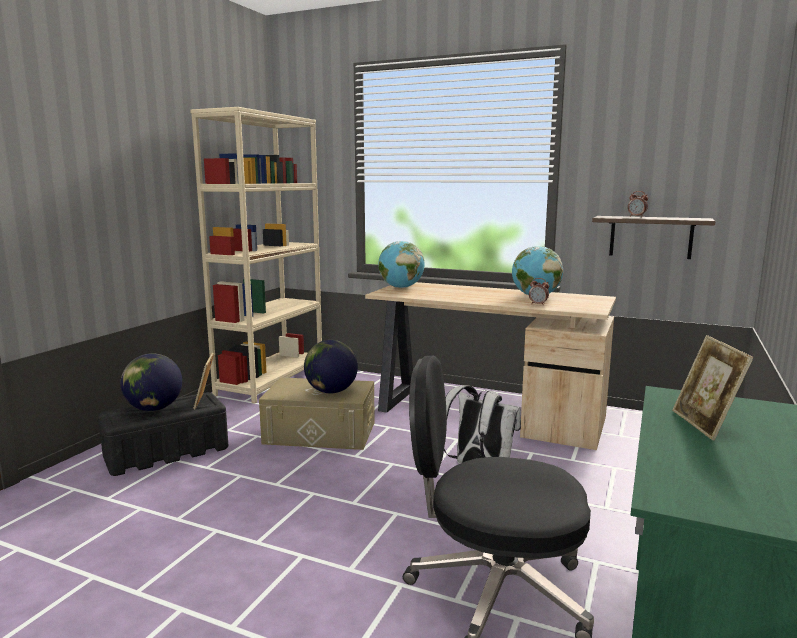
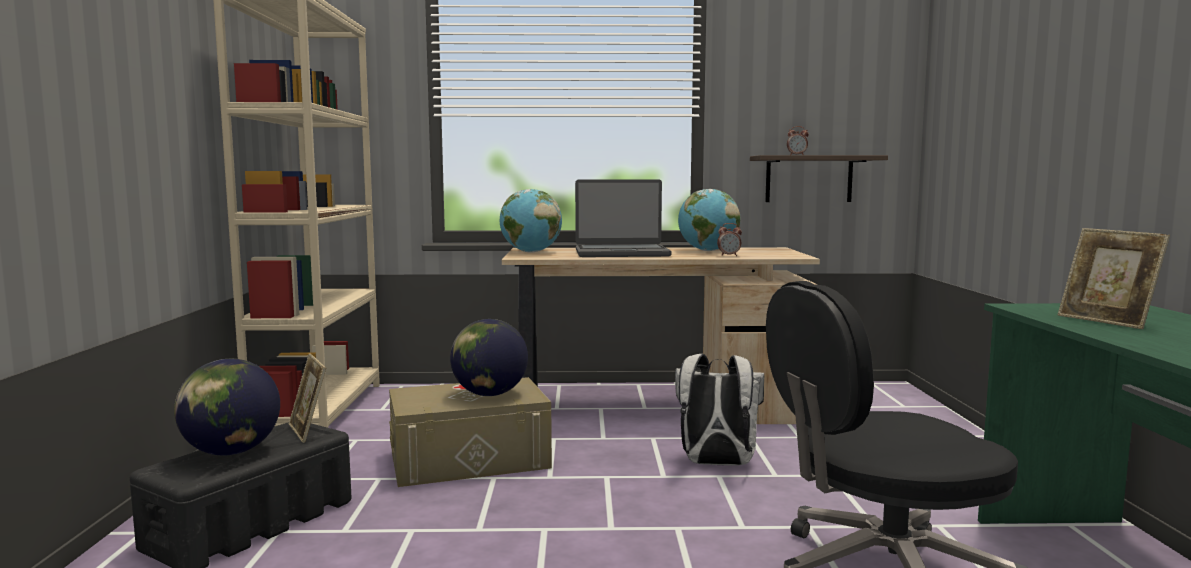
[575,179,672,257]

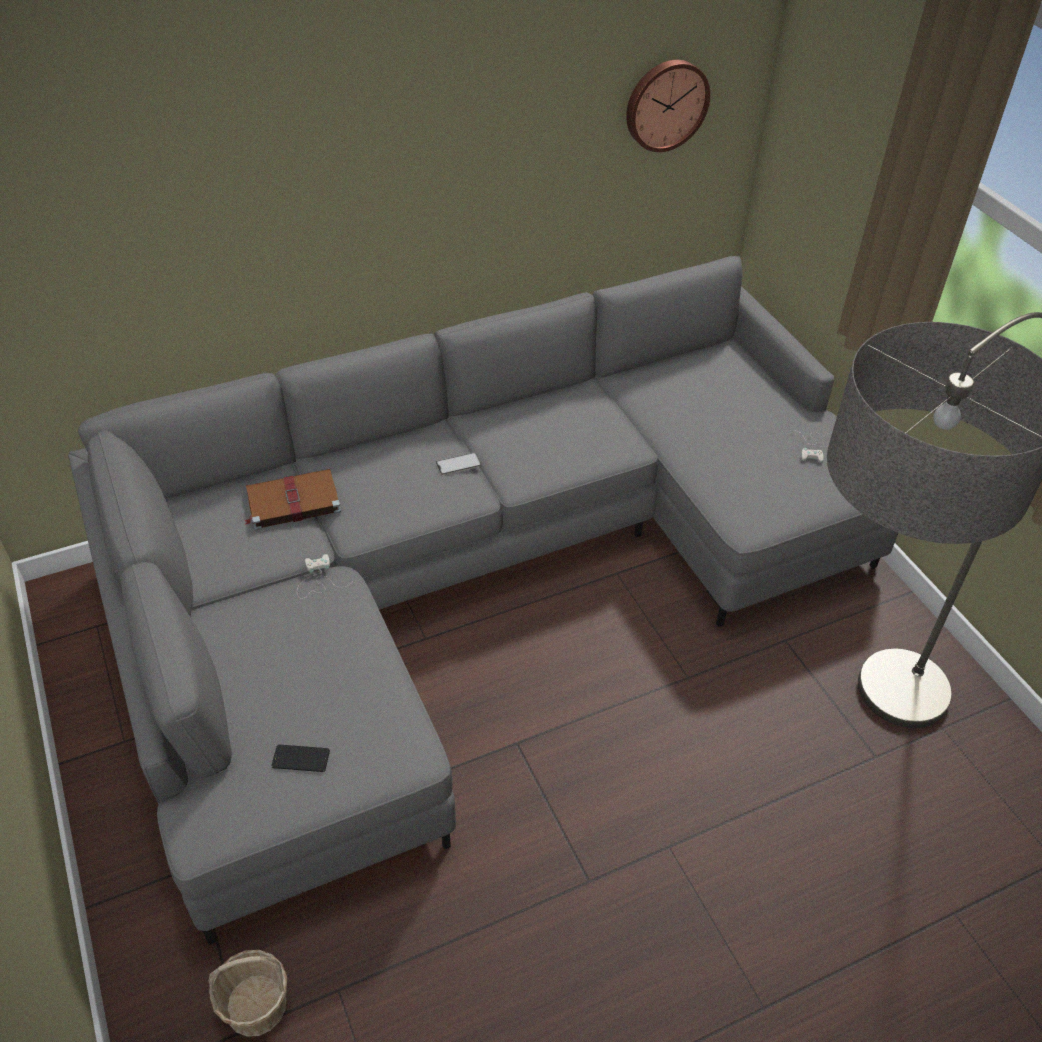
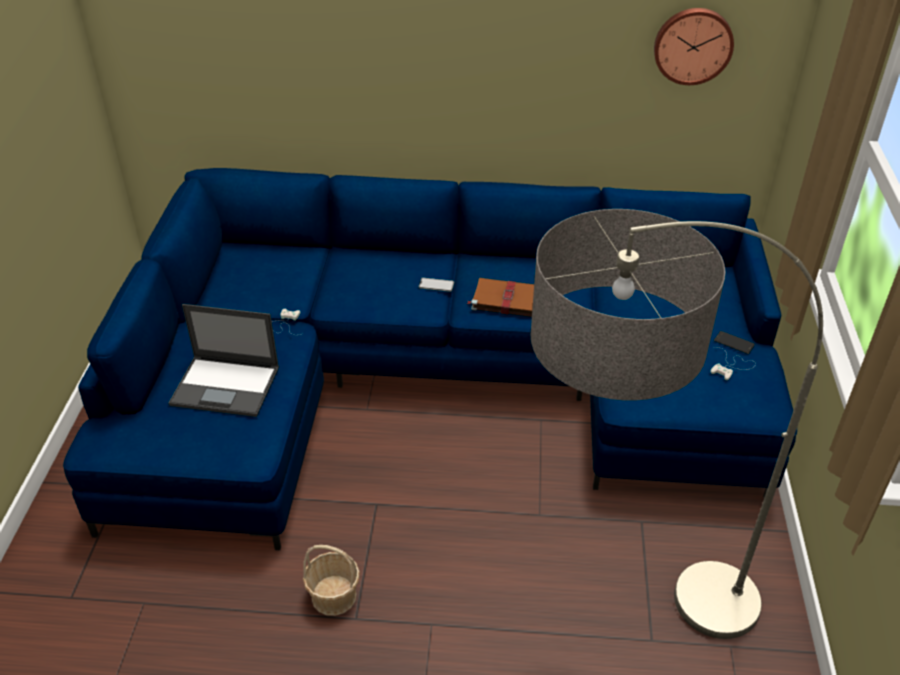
[63,168,797,551]
[168,304,279,417]
[303,545,360,616]
[466,278,534,317]
[714,331,755,354]

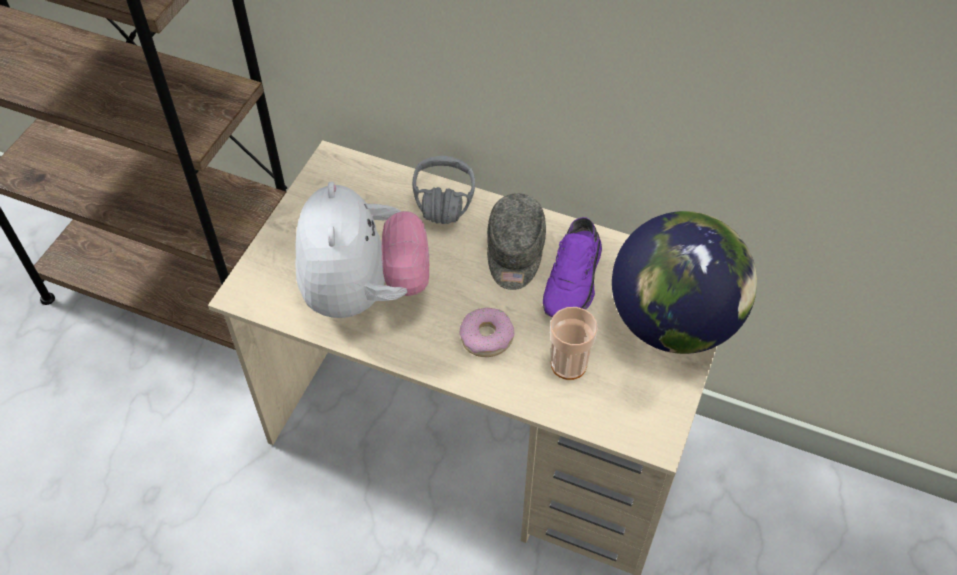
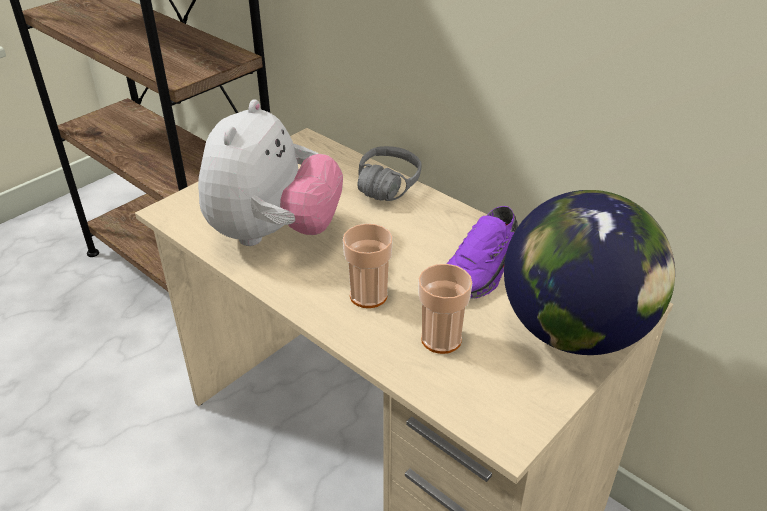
[343,224,393,308]
[487,193,546,290] (first image)

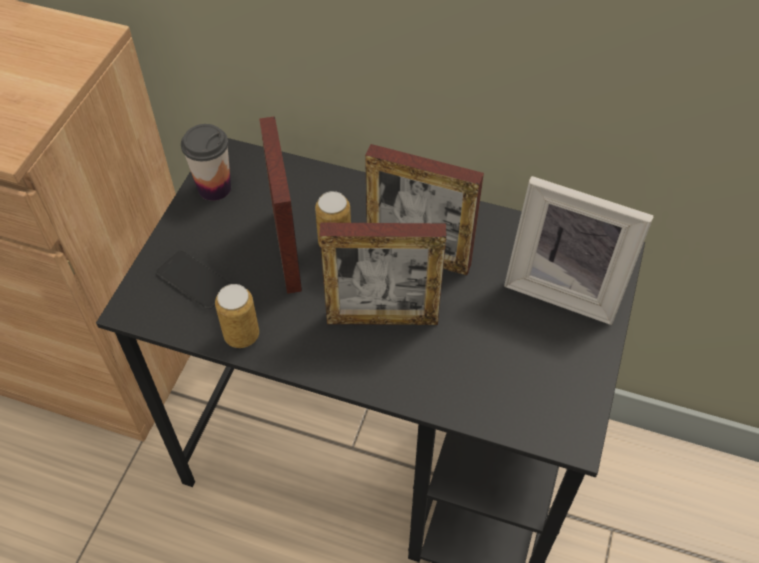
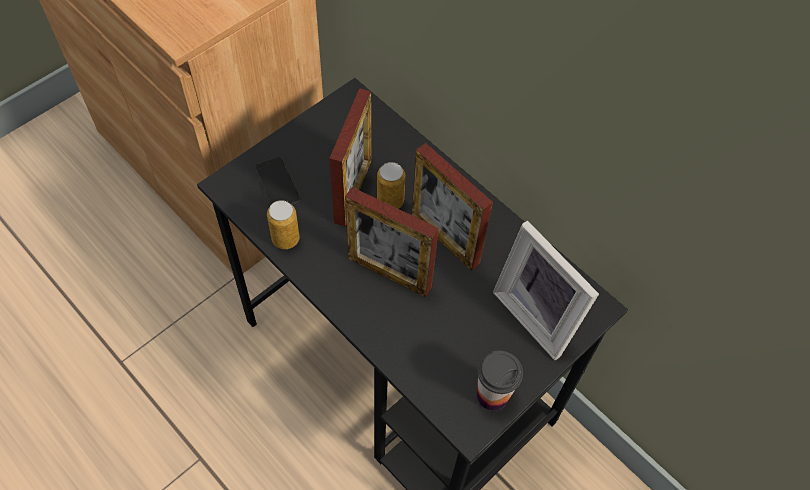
[477,351,523,411]

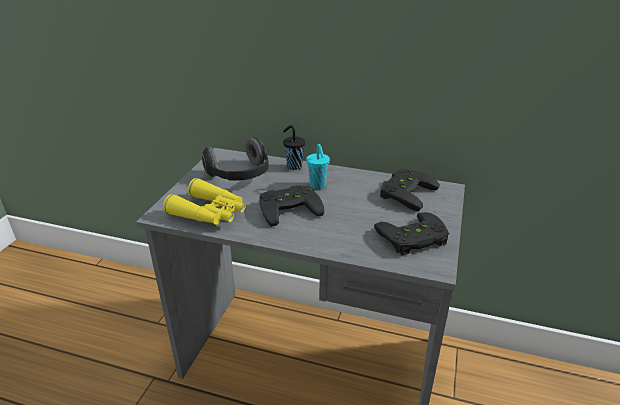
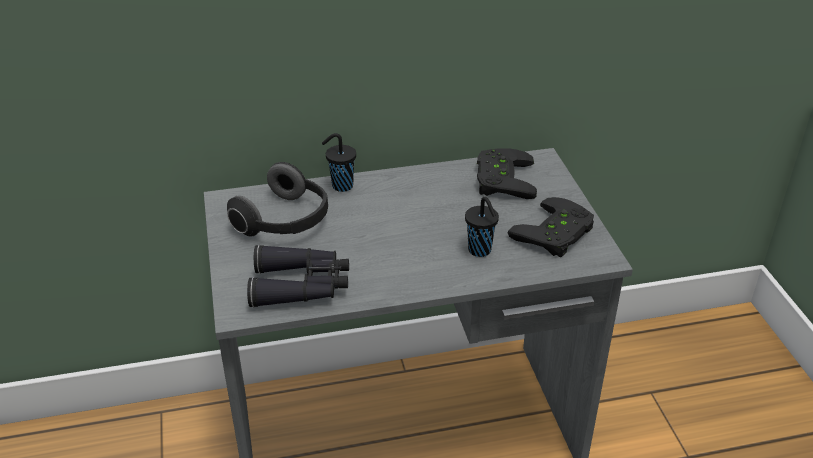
[247,245,349,308]
[465,197,499,257]
[259,185,324,227] (first image)
[306,144,330,189] (first image)

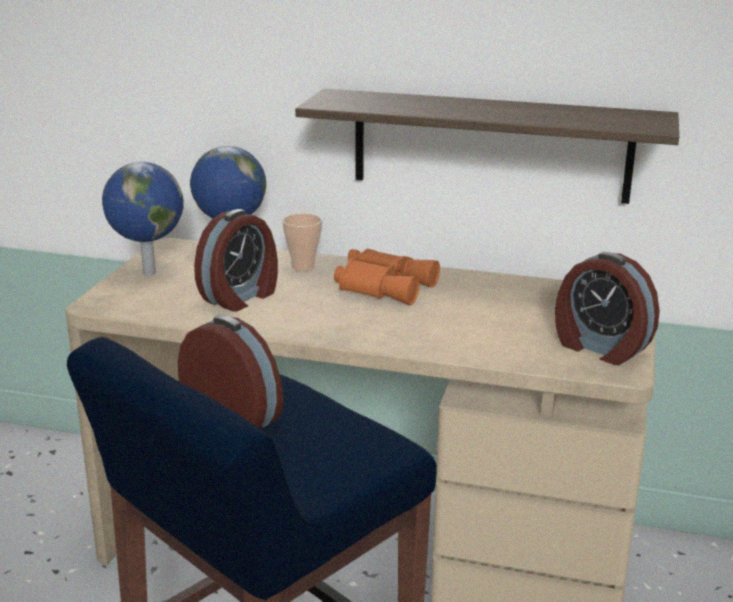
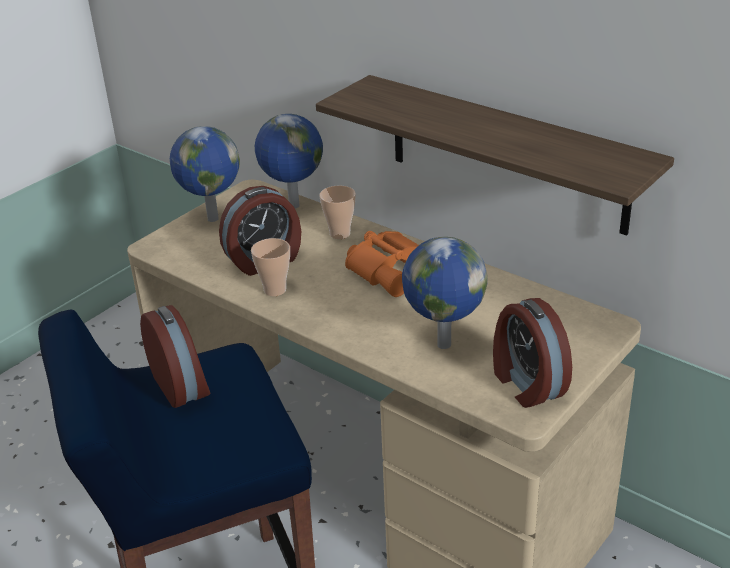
[251,238,290,296]
[402,237,488,349]

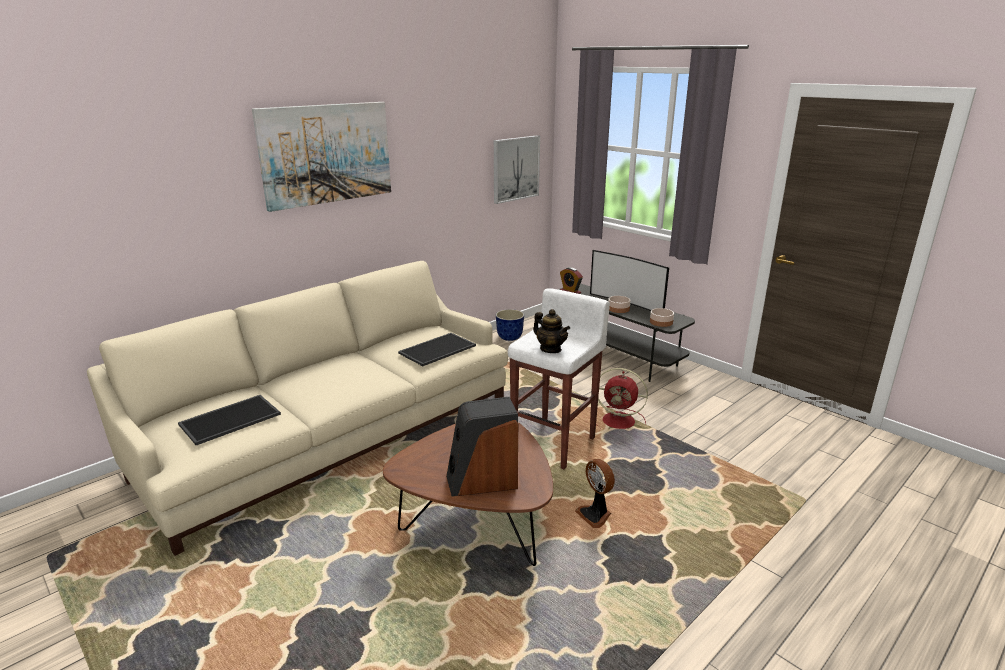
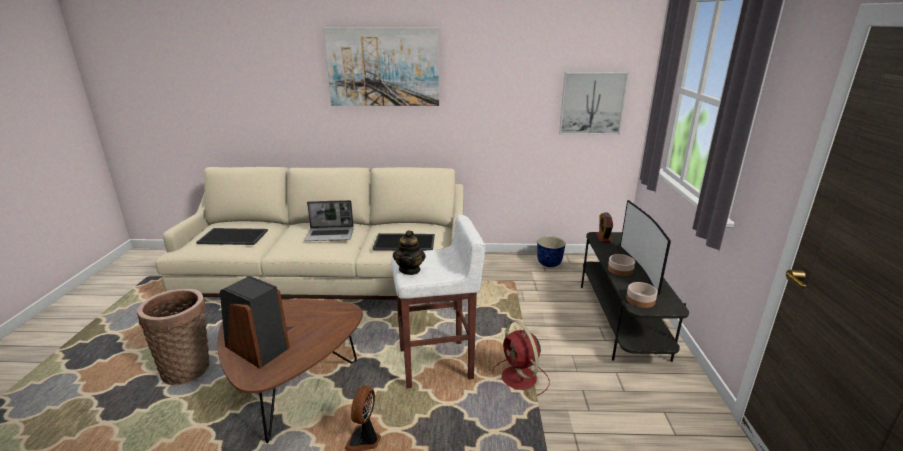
[137,289,210,385]
[305,200,354,241]

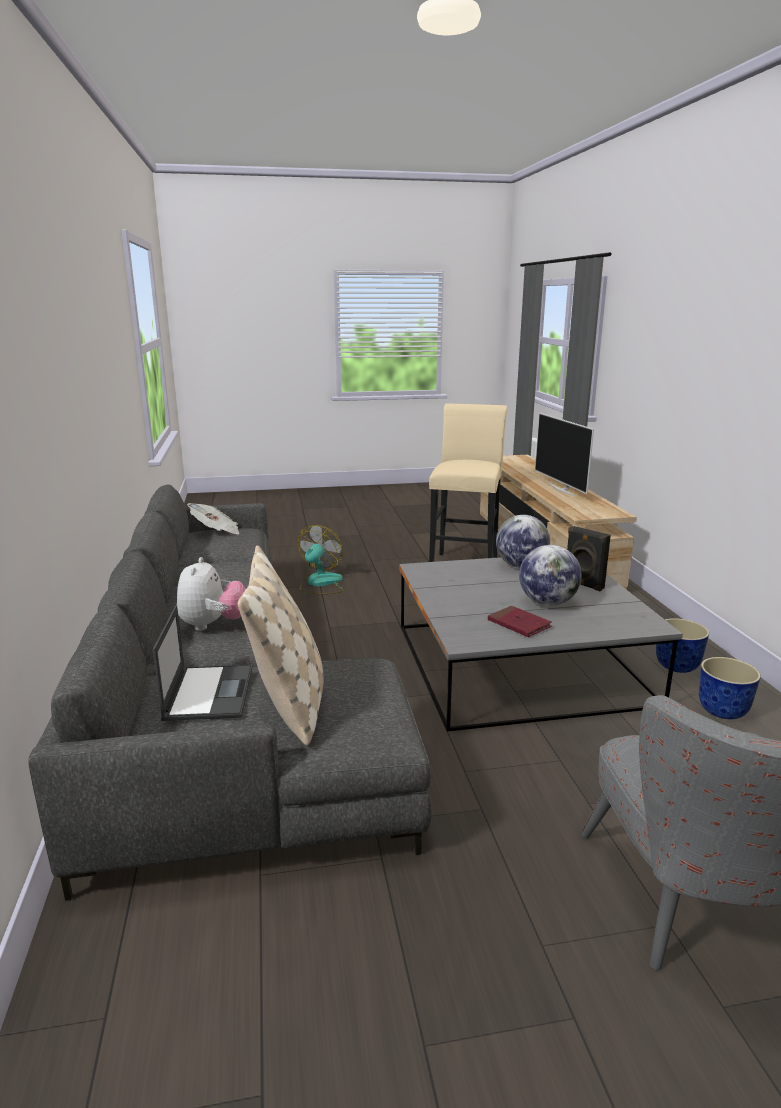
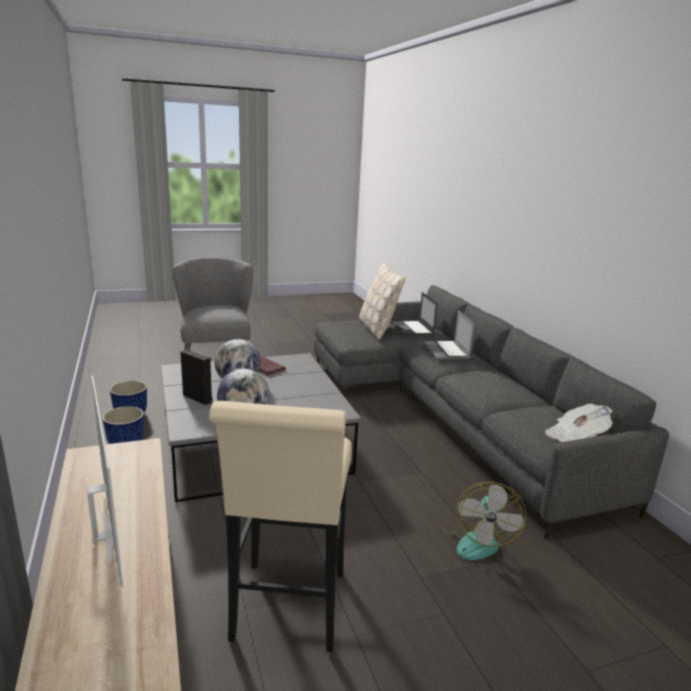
[424,310,475,360]

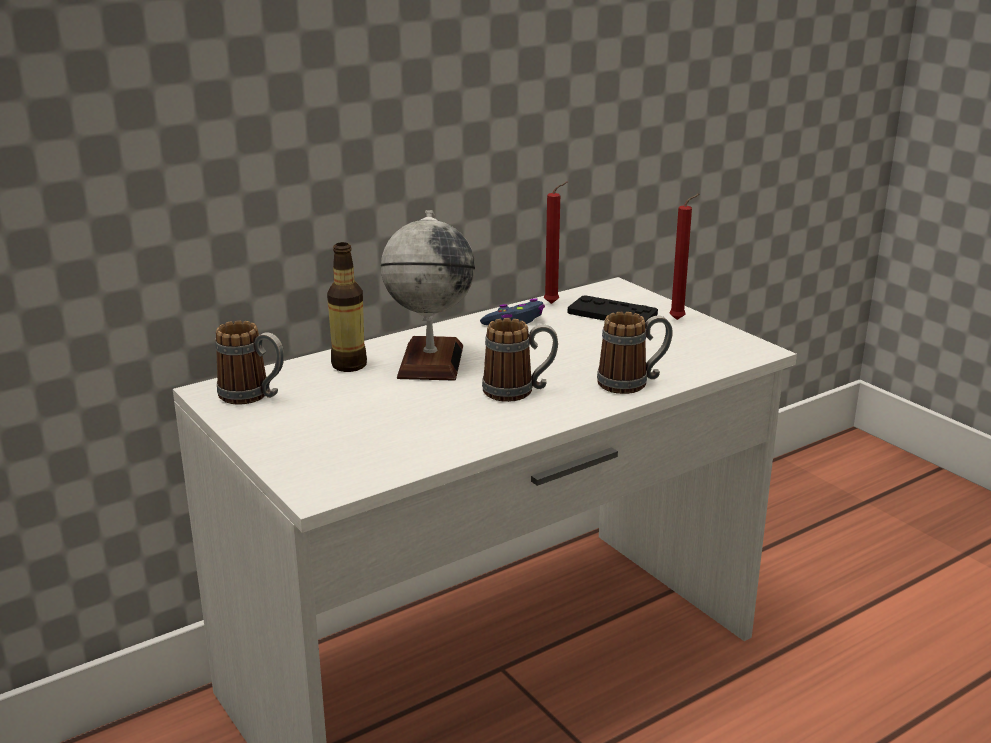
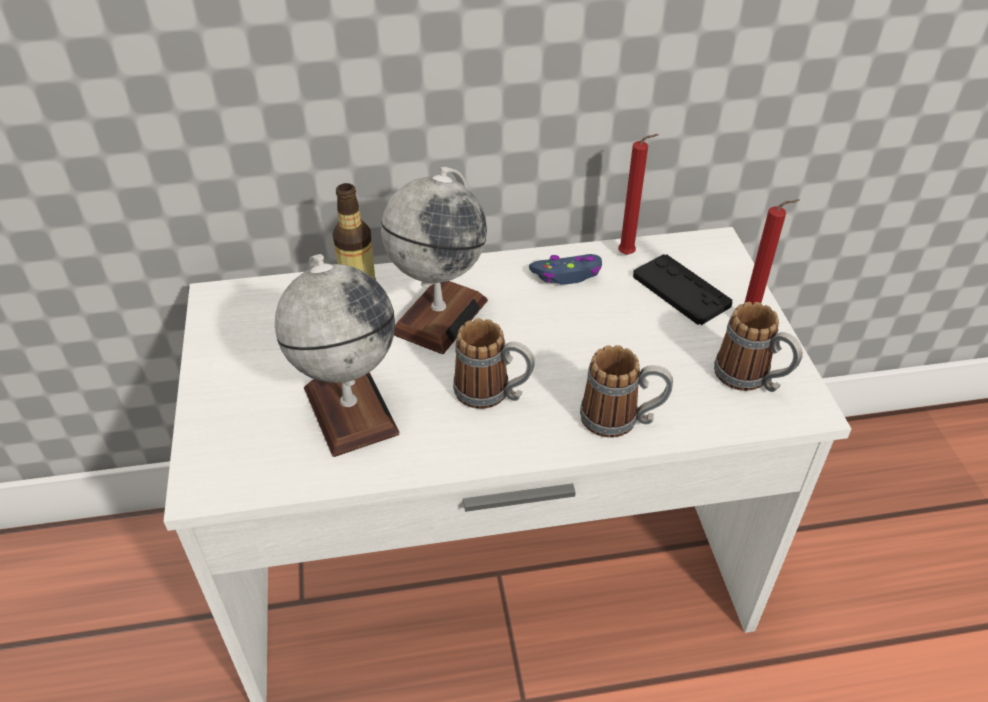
[275,254,400,457]
[714,302,803,392]

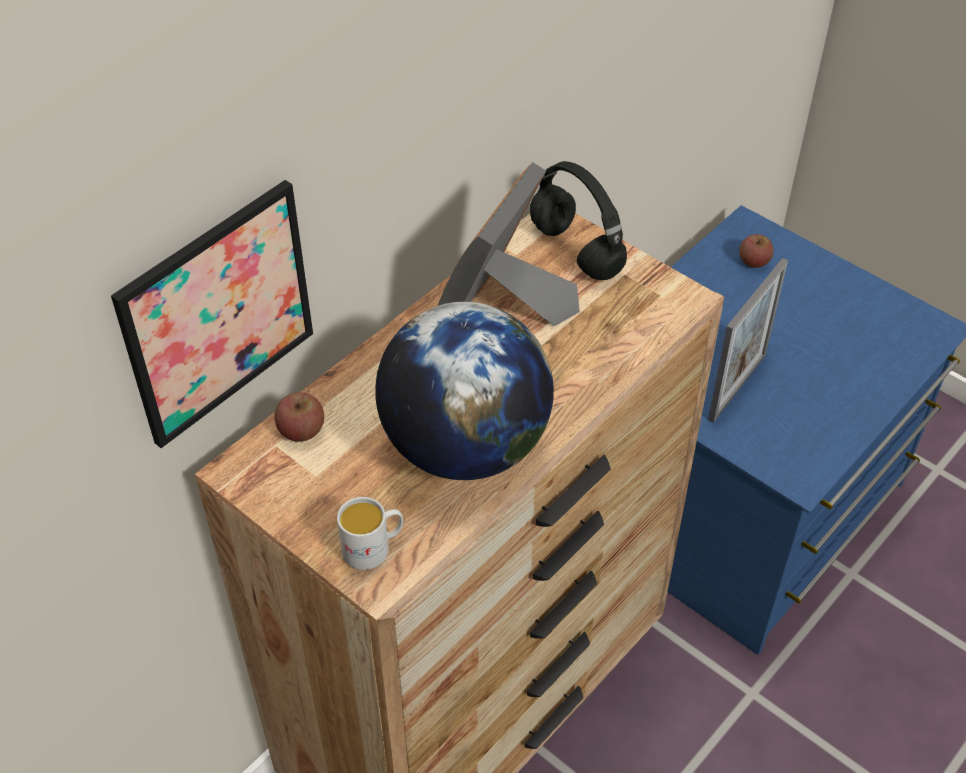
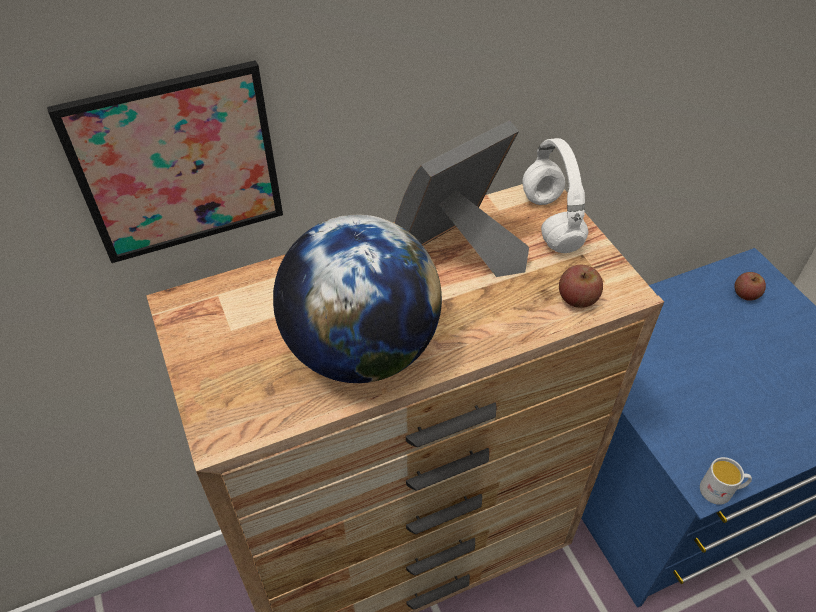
[522,138,588,253]
[559,265,603,308]
[700,457,752,505]
[708,258,788,423] (first image)

